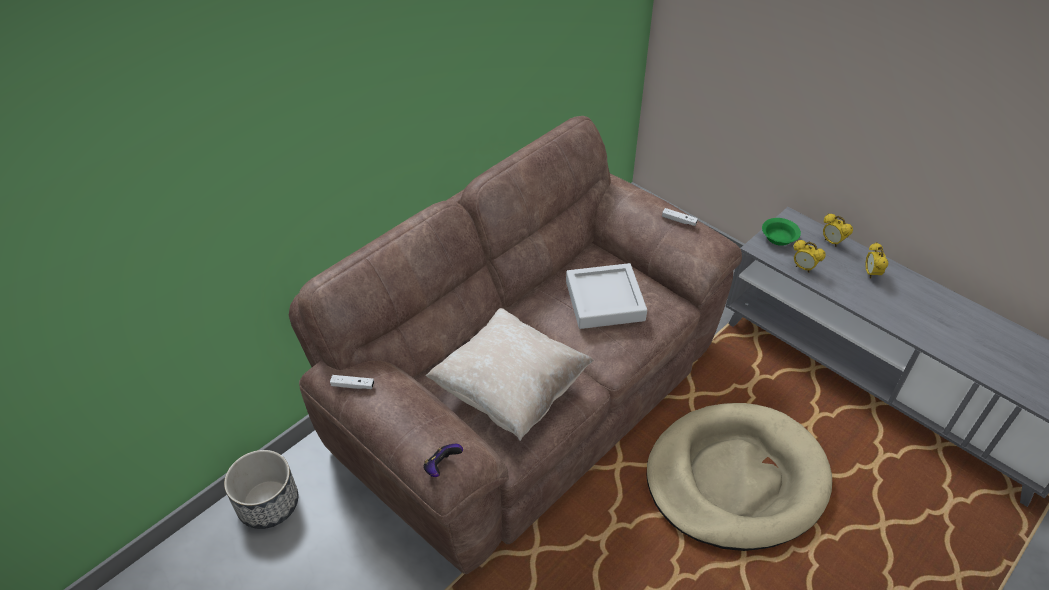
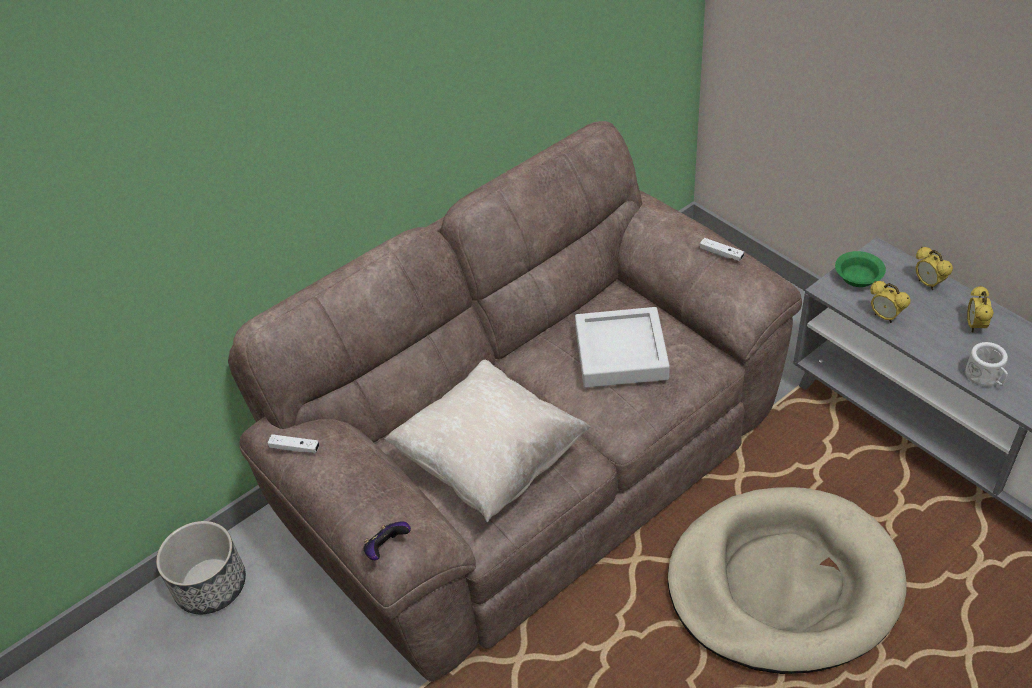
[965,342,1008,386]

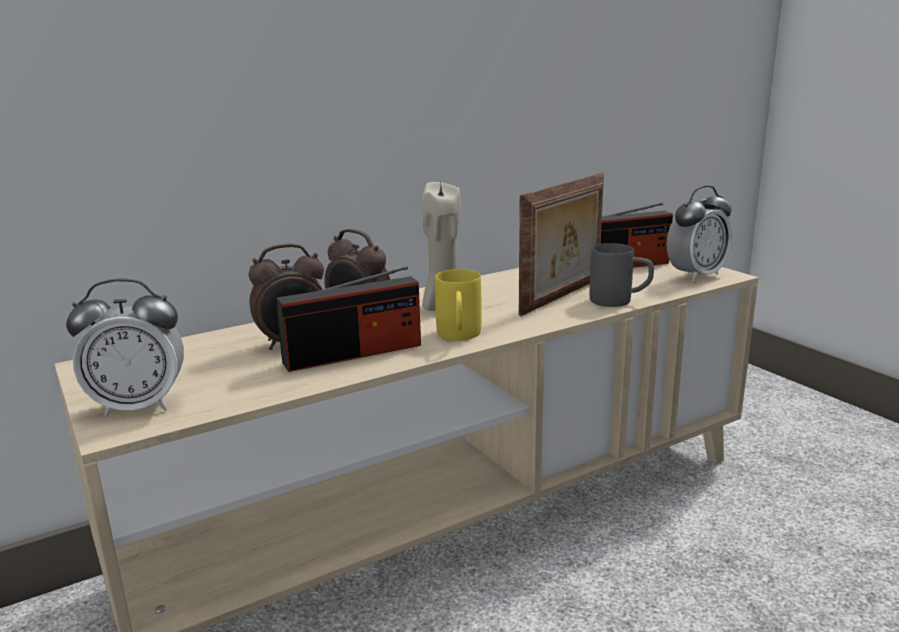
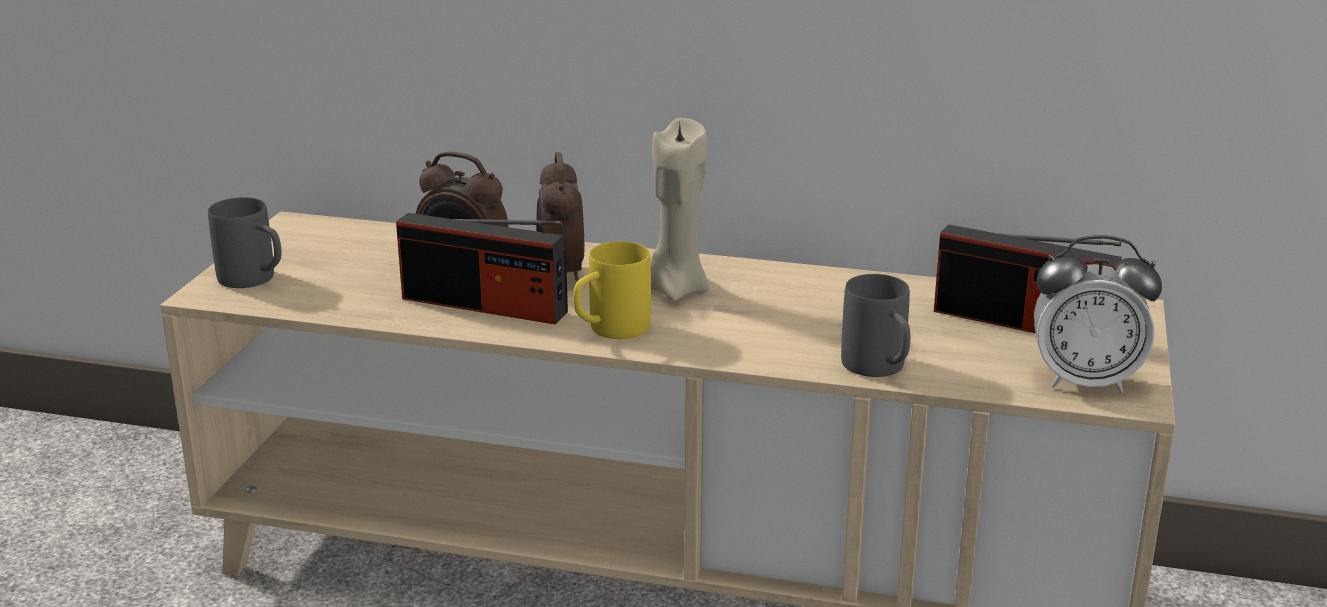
[208,197,282,288]
[519,173,604,316] (first image)

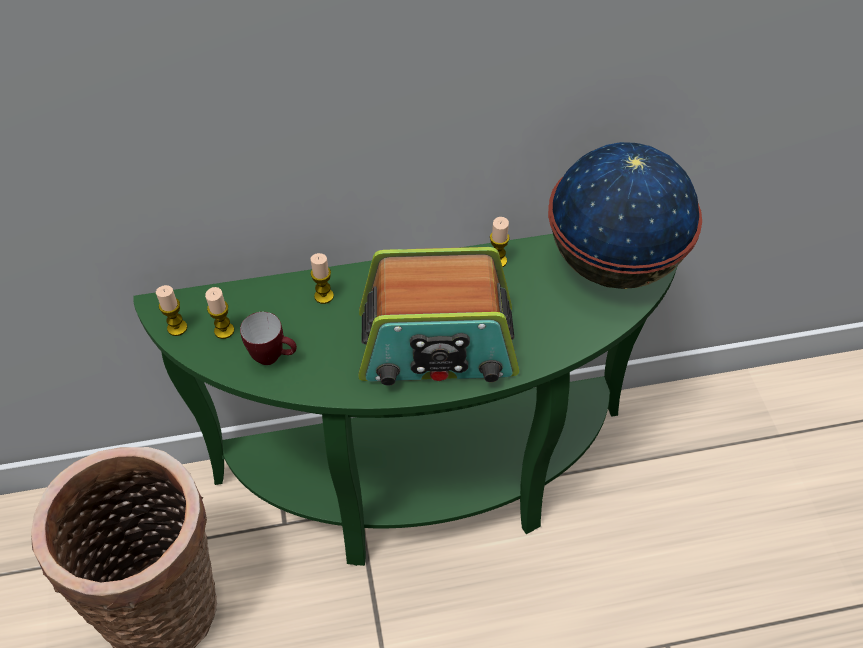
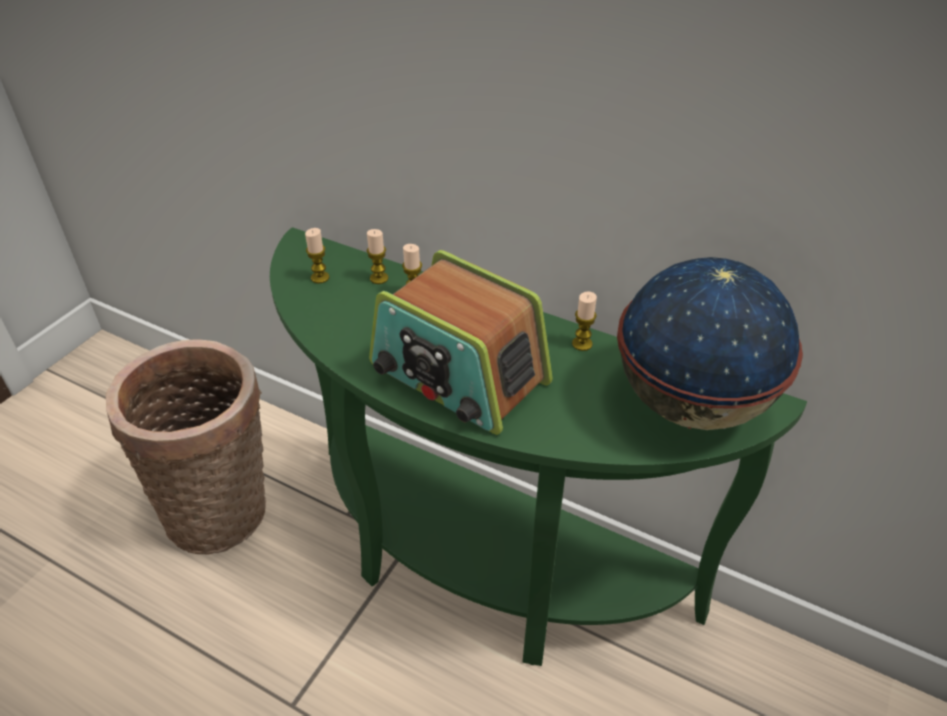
[367,229,388,284]
[240,312,297,365] (first image)

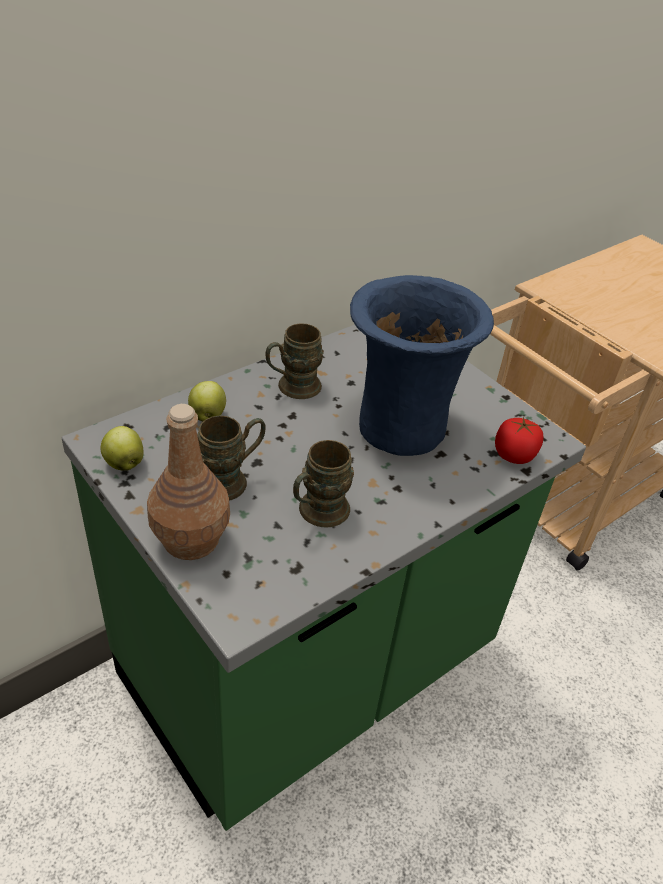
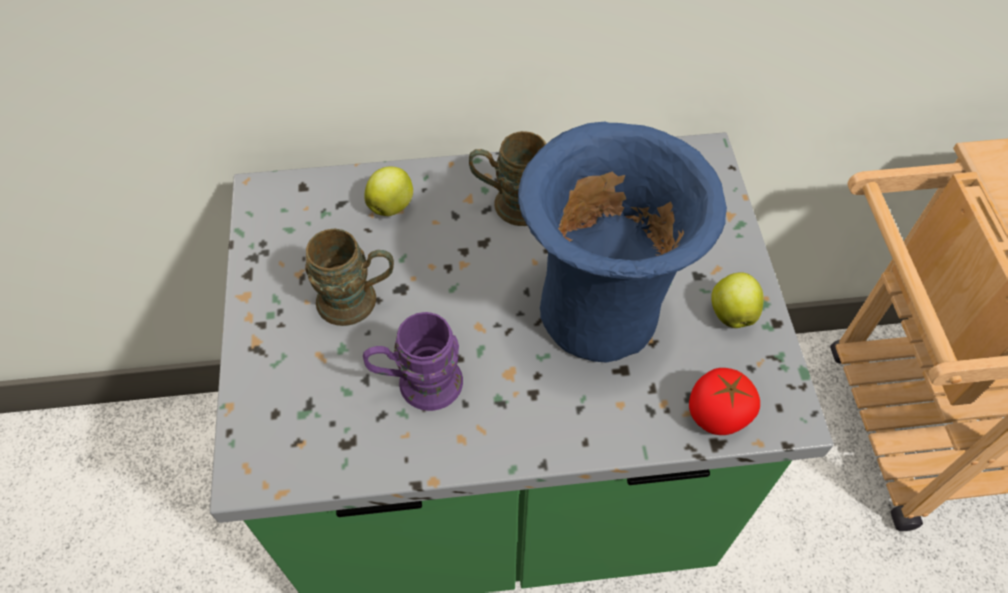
[363,312,463,411]
[711,272,764,328]
[147,404,230,560] (first image)

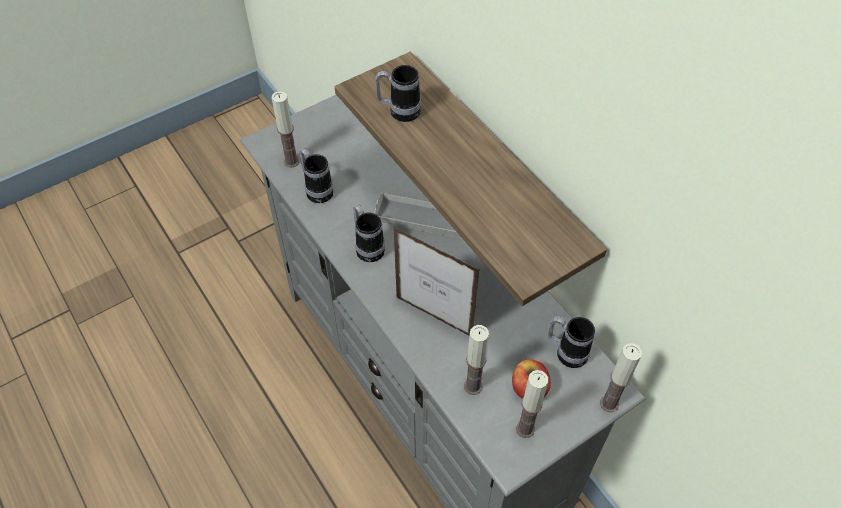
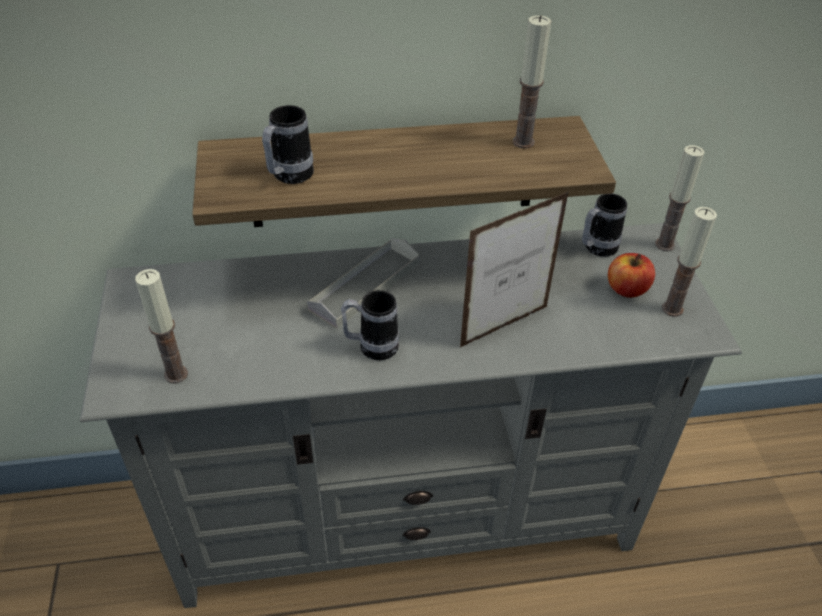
[513,15,551,148]
[299,149,334,203] (first image)

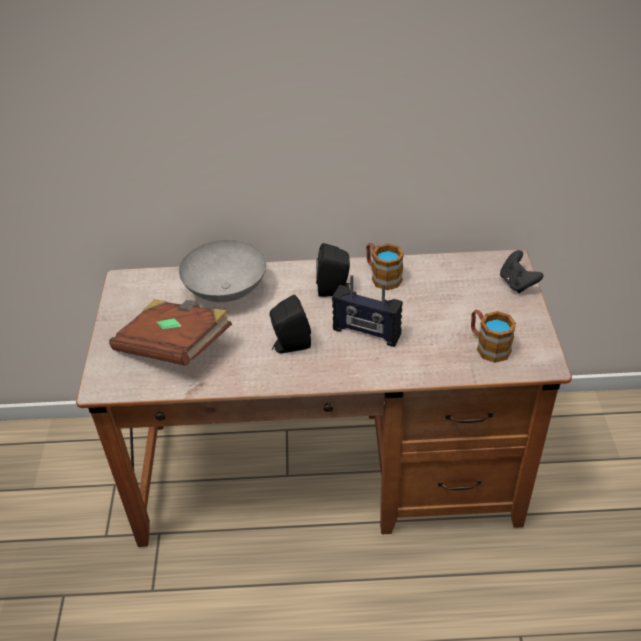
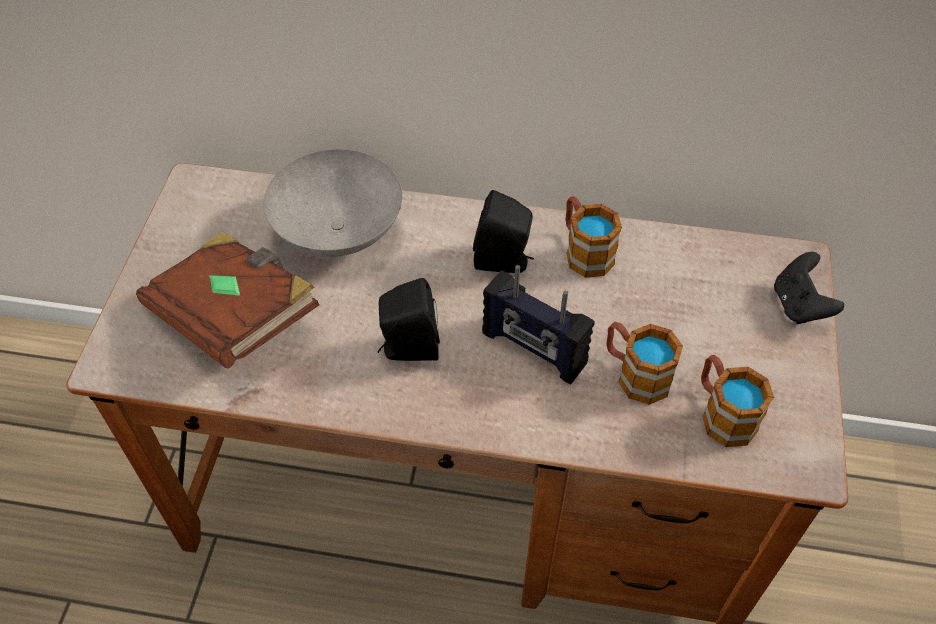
[606,322,683,405]

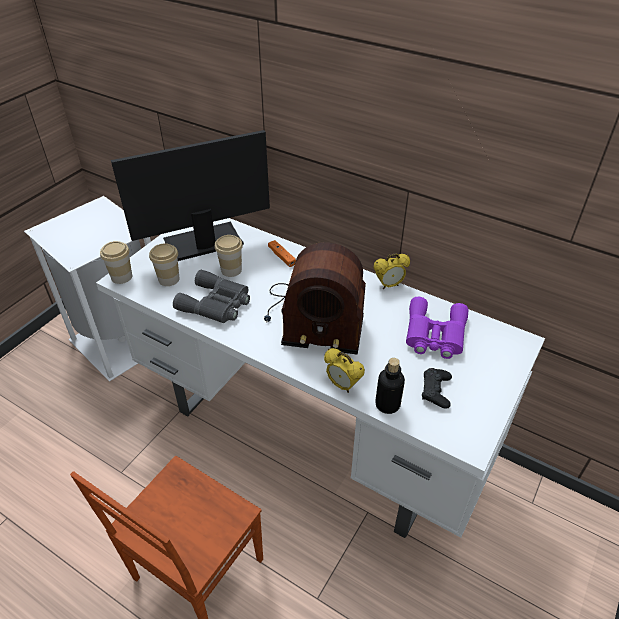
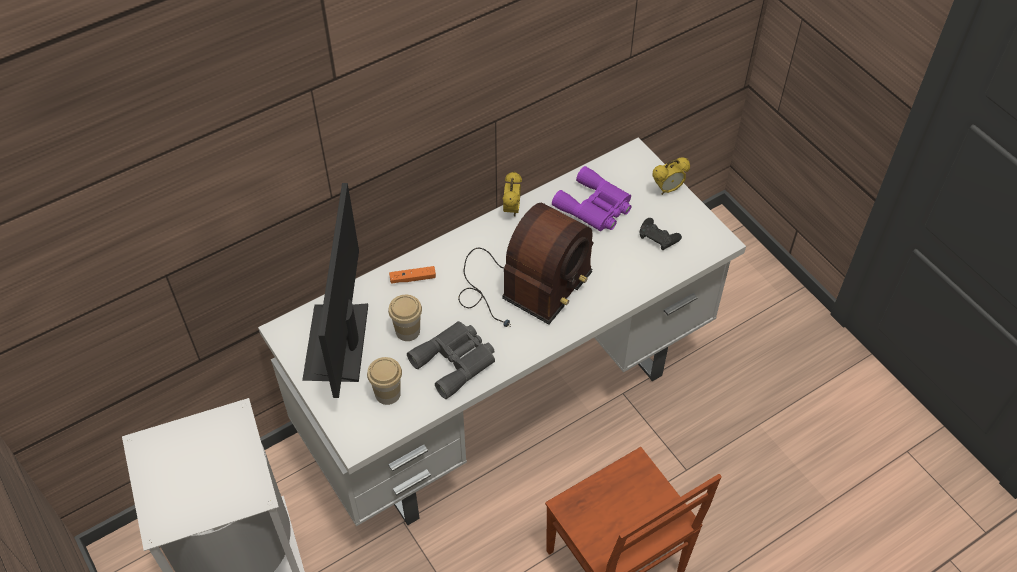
[653,157,690,195]
[100,241,132,284] (first image)
[375,358,405,414] (first image)

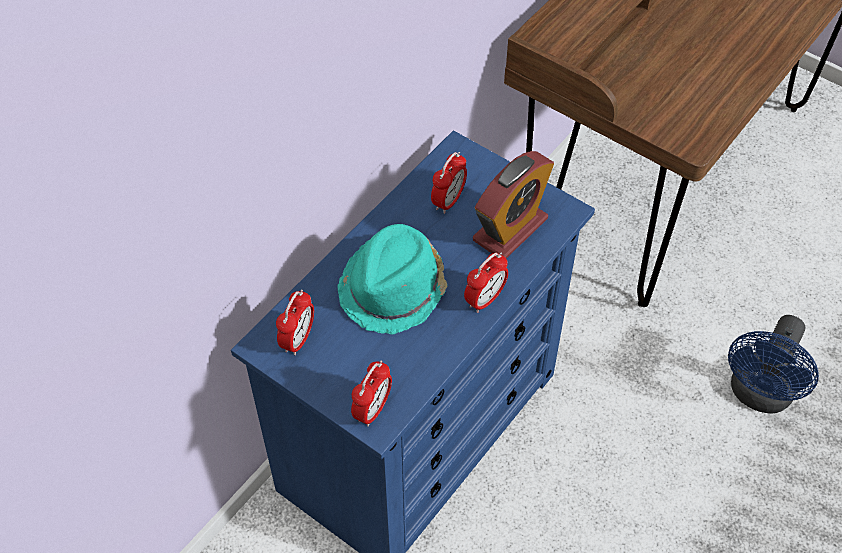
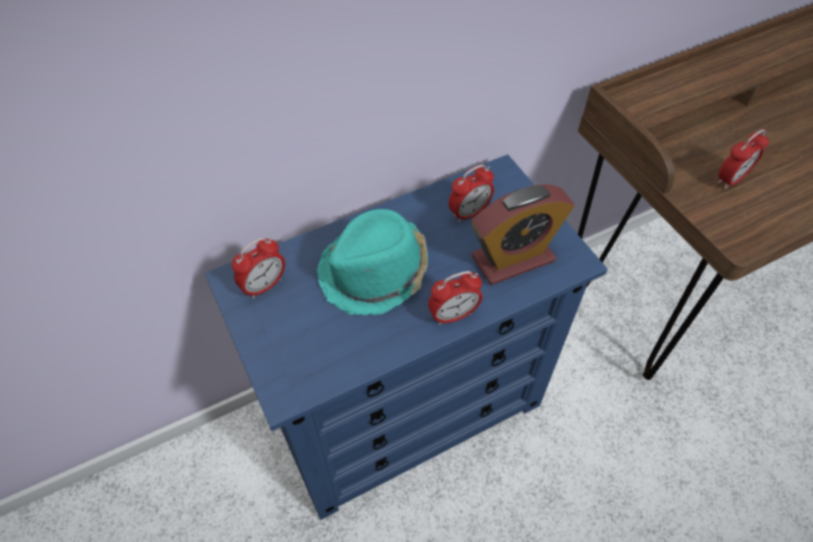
[717,129,769,189]
[728,315,819,414] (first image)

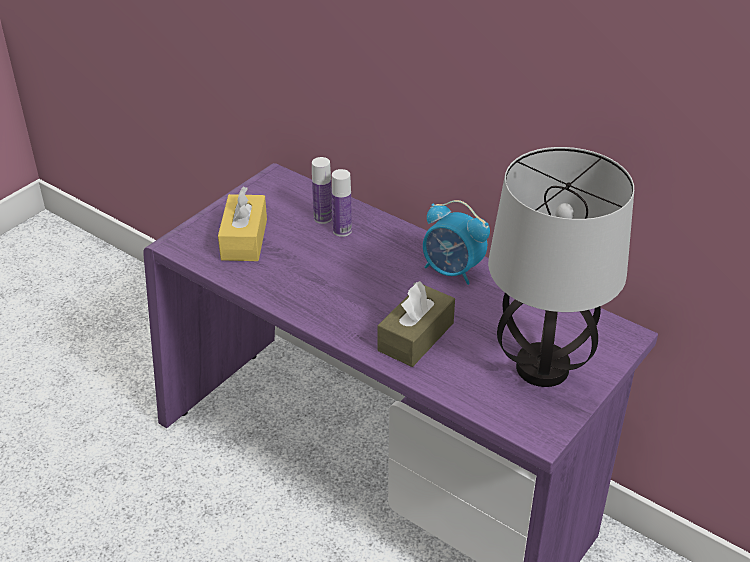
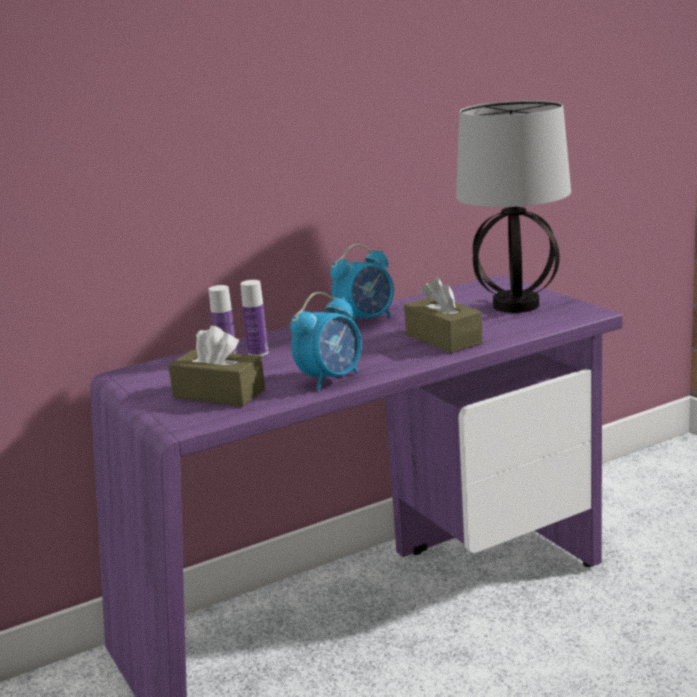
[168,326,265,406]
[290,292,362,390]

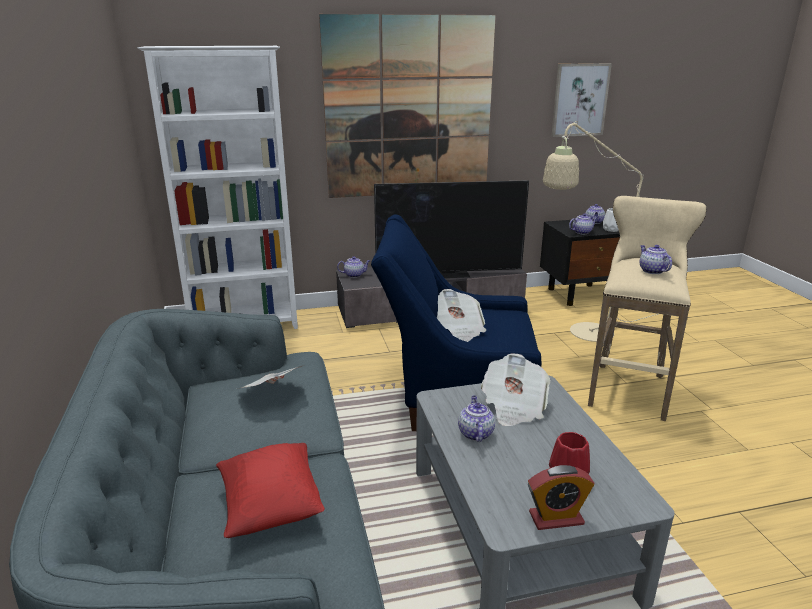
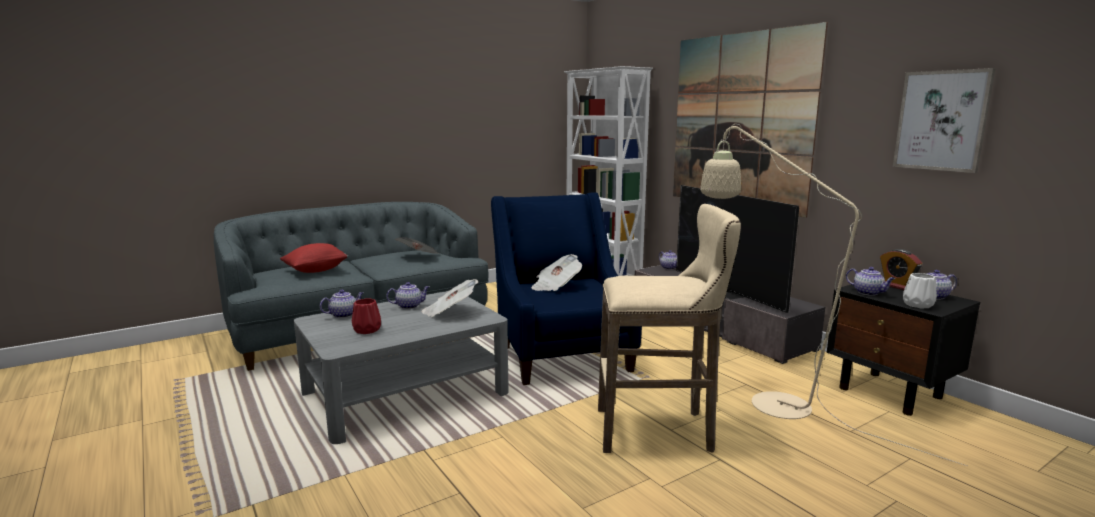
[320,290,363,318]
[880,249,922,290]

